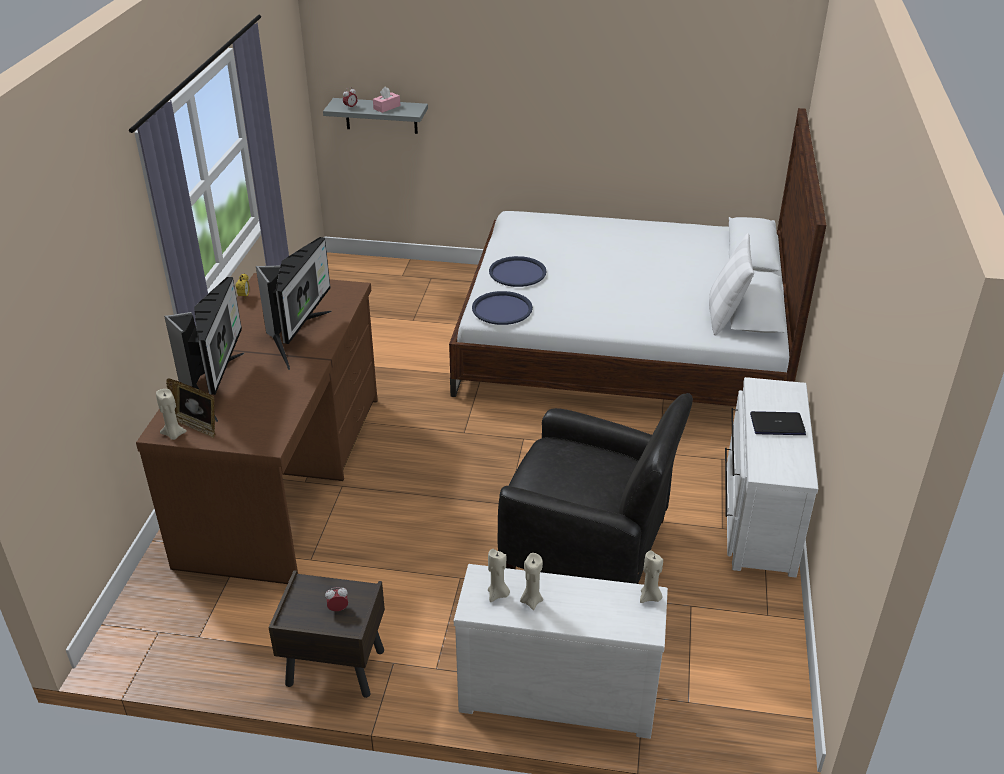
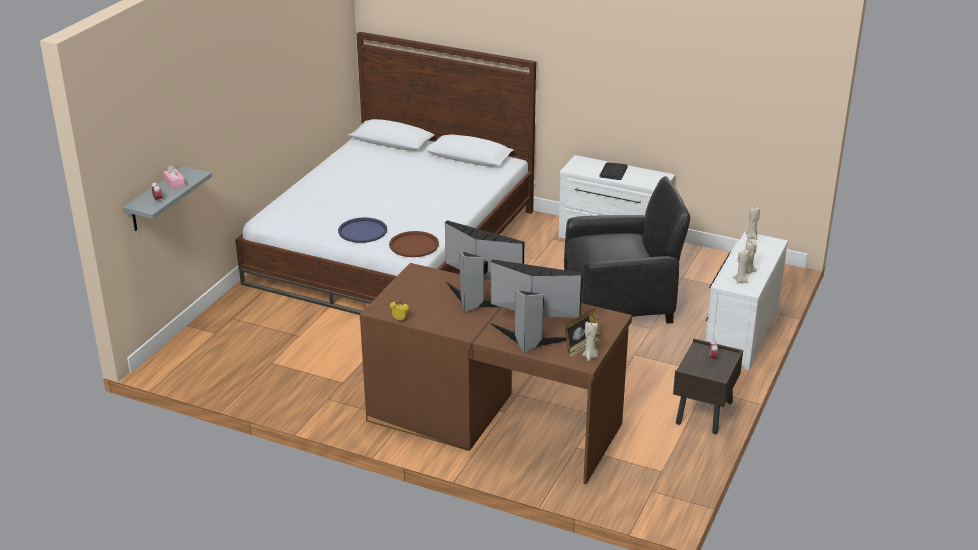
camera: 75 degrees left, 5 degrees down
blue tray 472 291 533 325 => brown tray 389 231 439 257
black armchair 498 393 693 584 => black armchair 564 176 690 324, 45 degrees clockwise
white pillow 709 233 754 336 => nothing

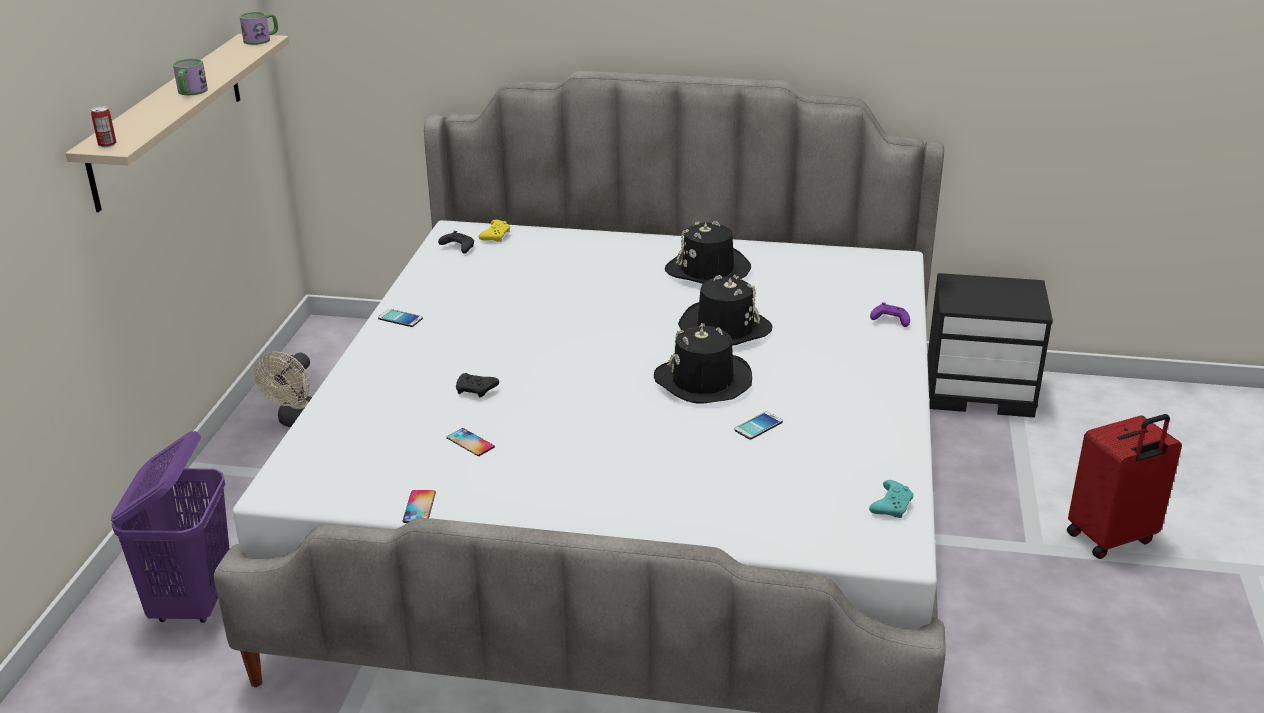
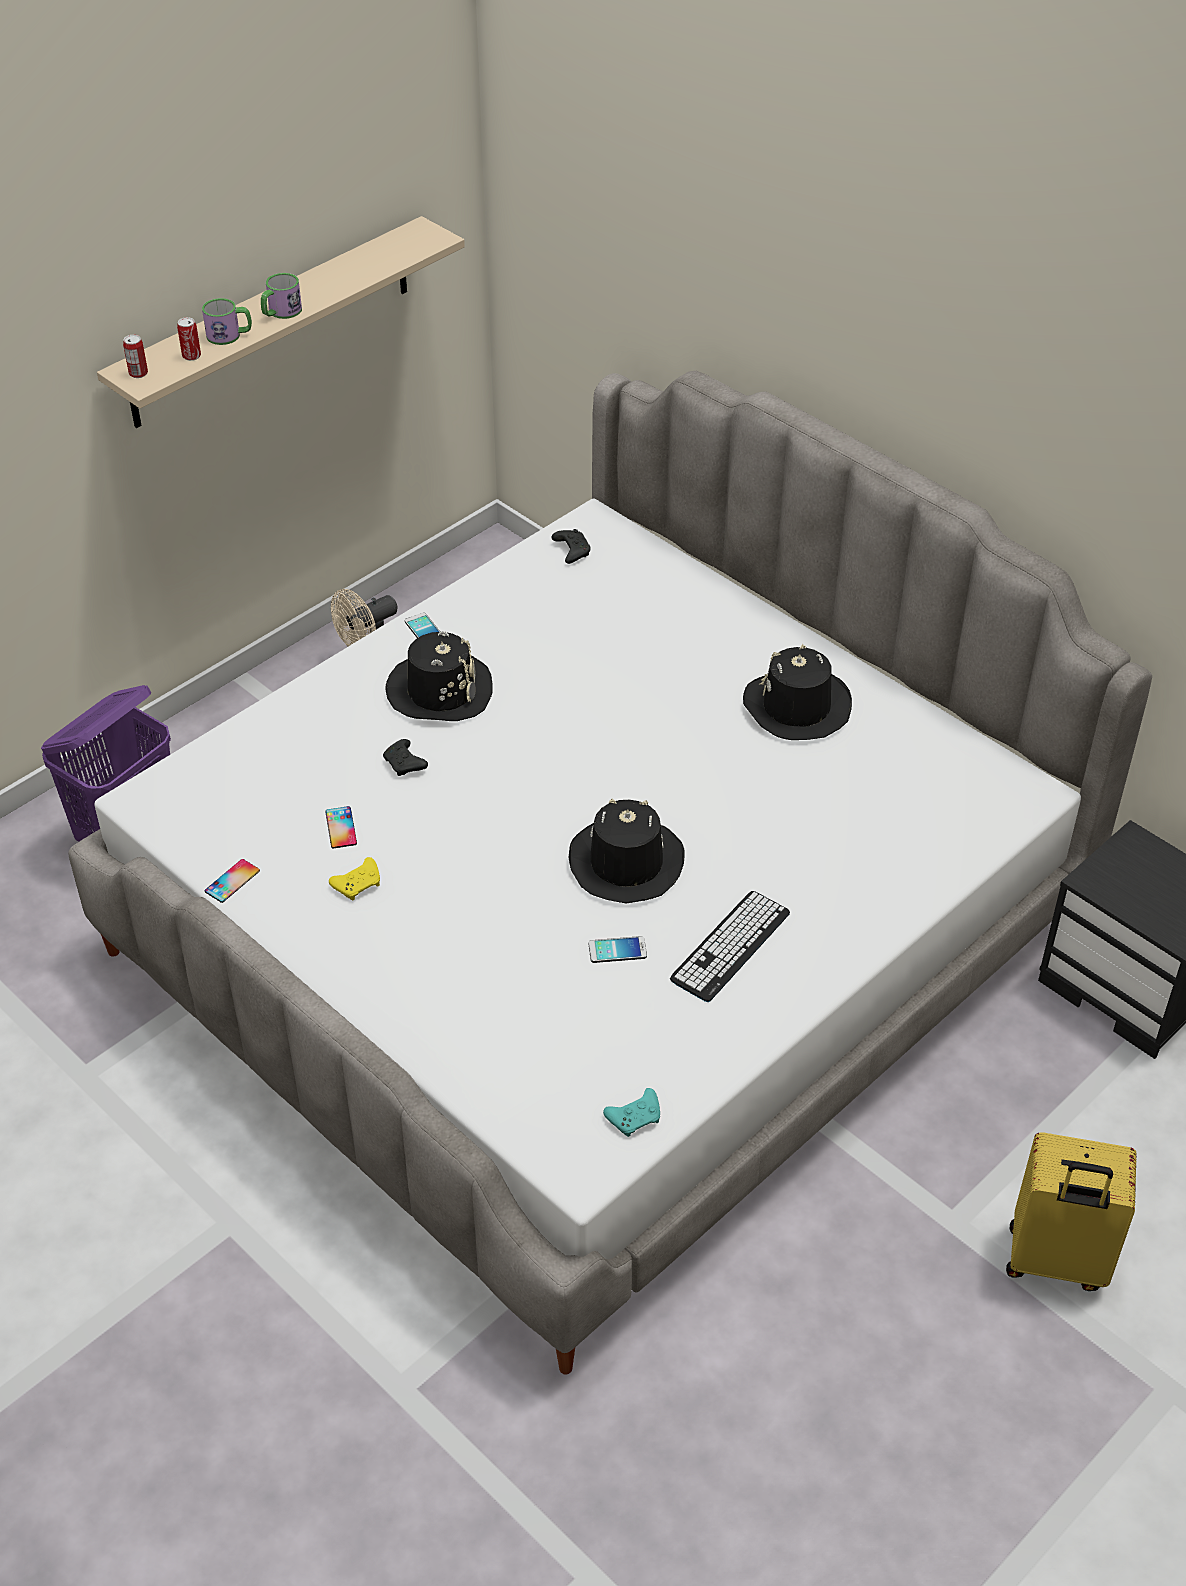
camera: 35 degrees right, 15 degrees up
nothing => can 177 317 201 361
mug 240 12 278 45 => mug 202 298 252 345, moved
yellow game controller 479 219 510 242 => yellow game controller 329 857 380 900, moved
black hat 678 275 773 346 => black hat 386 631 493 721, moved
nothing => keyboard 670 891 790 1002
red suitcase 1067 414 1182 559 => yellow suitcase 1006 1132 1137 1291
purple game controller 870 302 910 327 => nothing

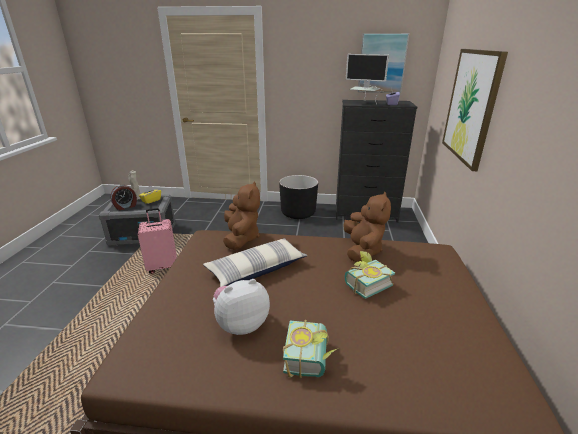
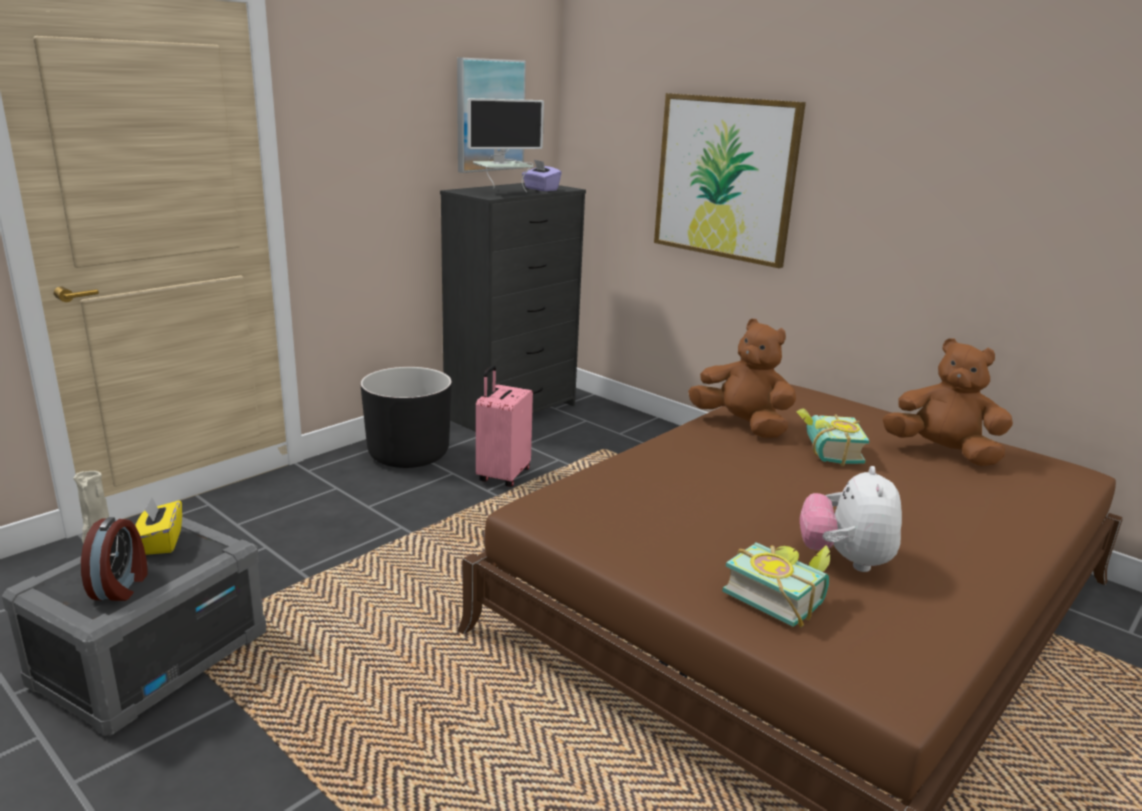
camera: 55 degrees left, 5 degrees down
pink suitcase 138 208 177 274 => pink suitcase 476 365 533 487, moved
book 283 320 340 378 => book 722 542 830 627, moved
brown plush toy 223 181 260 250 => brown plush toy 883 338 1013 466, moved
pillow 203 238 308 287 => nothing

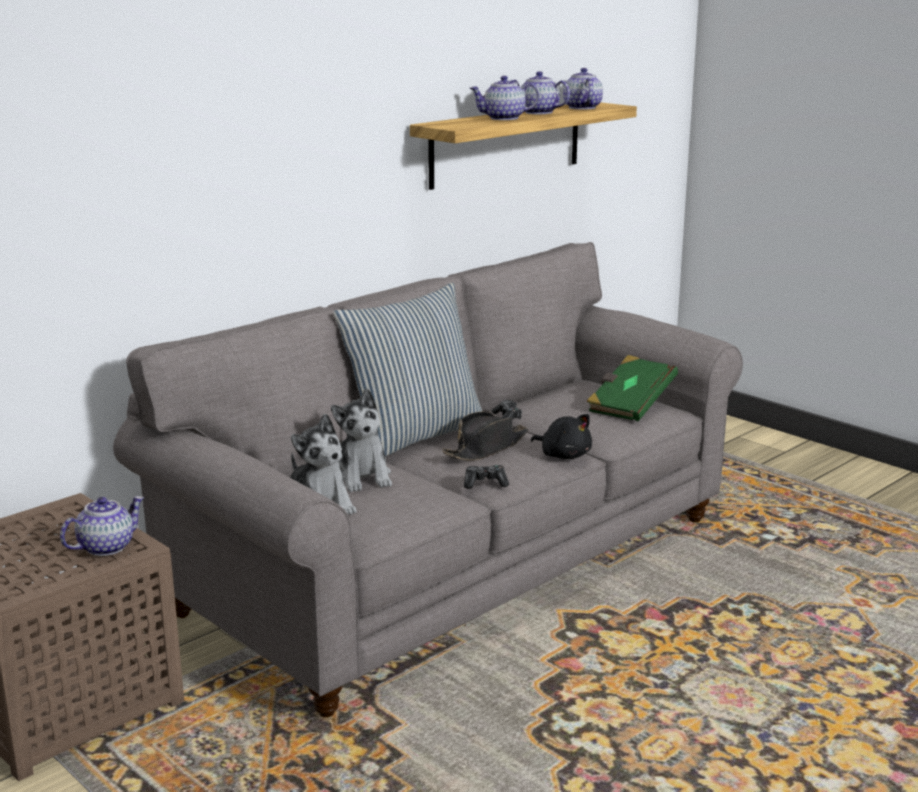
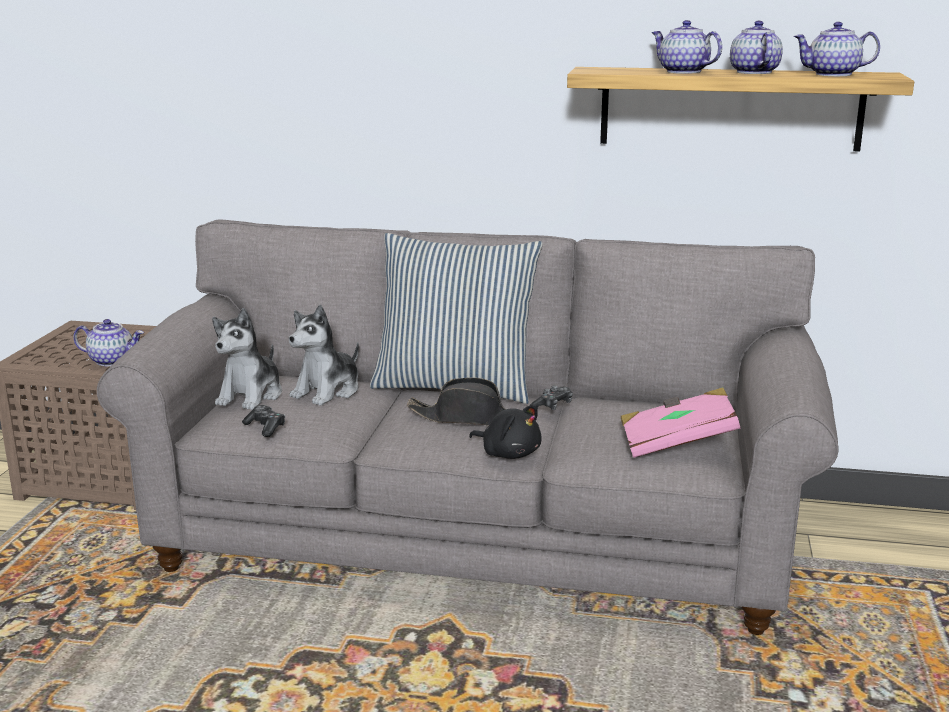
camera: 55 degrees right, 0 degrees up
game controller 464 465 509 489 => game controller 242 405 285 437, moved
black plush toy 531 414 592 459 => black plush toy 469 405 542 459, 60 degrees counterclockwise
green book 587 355 678 421 => pink book 621 387 740 458
teapot 563 68 603 110 => teapot 794 22 880 76, 135 degrees counterclockwise

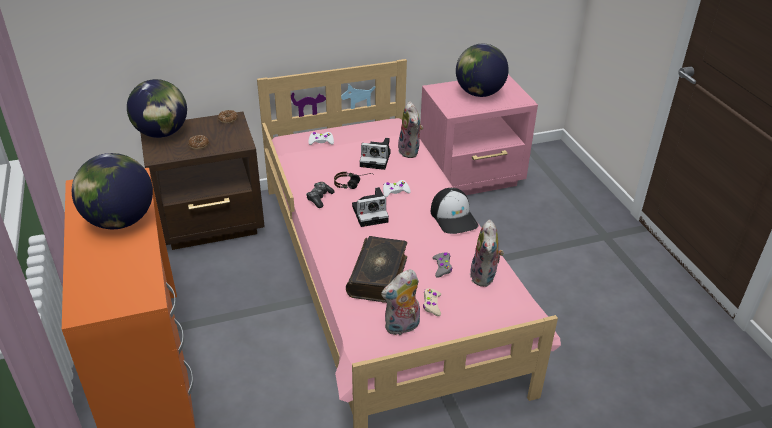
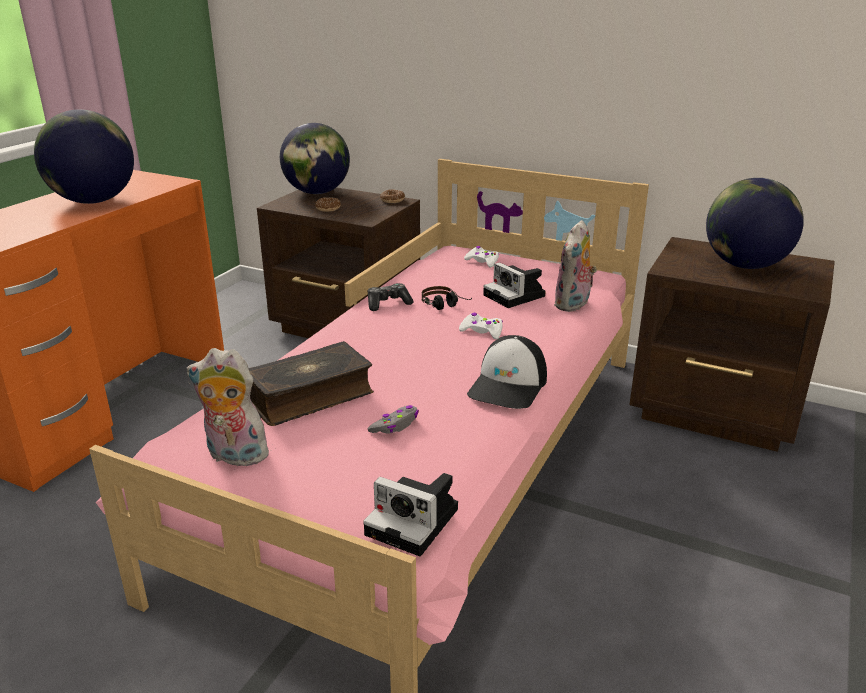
camera: 45 degrees right, 10 degrees down
photo camera 352 187 389 227 => photo camera 363 473 458 556, moved
pink nightstand 420 75 538 195 => brown nightstand 629 237 835 452
beige game controller 423 288 441 316 => nothing
plush toy 470 220 504 287 => nothing

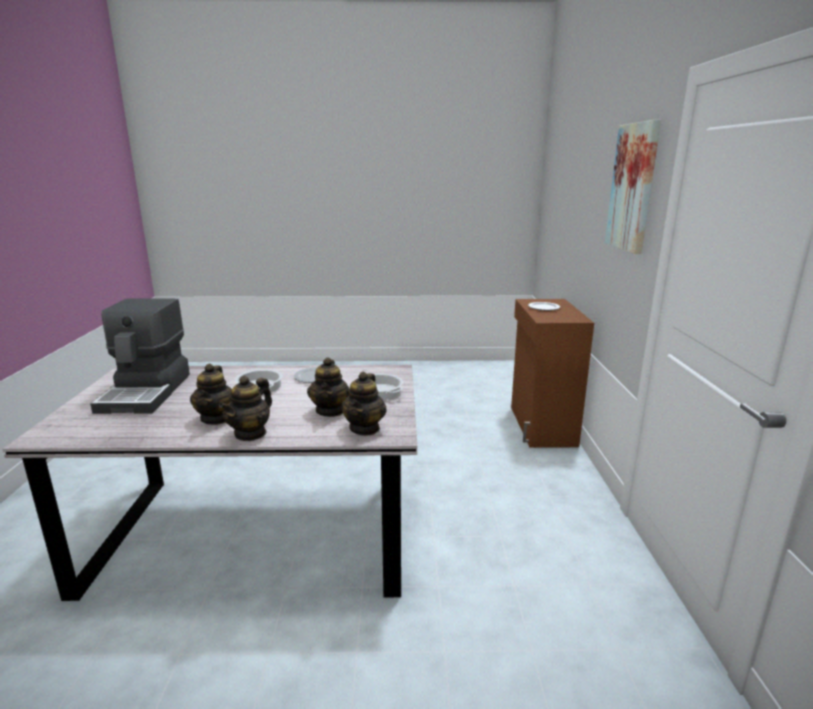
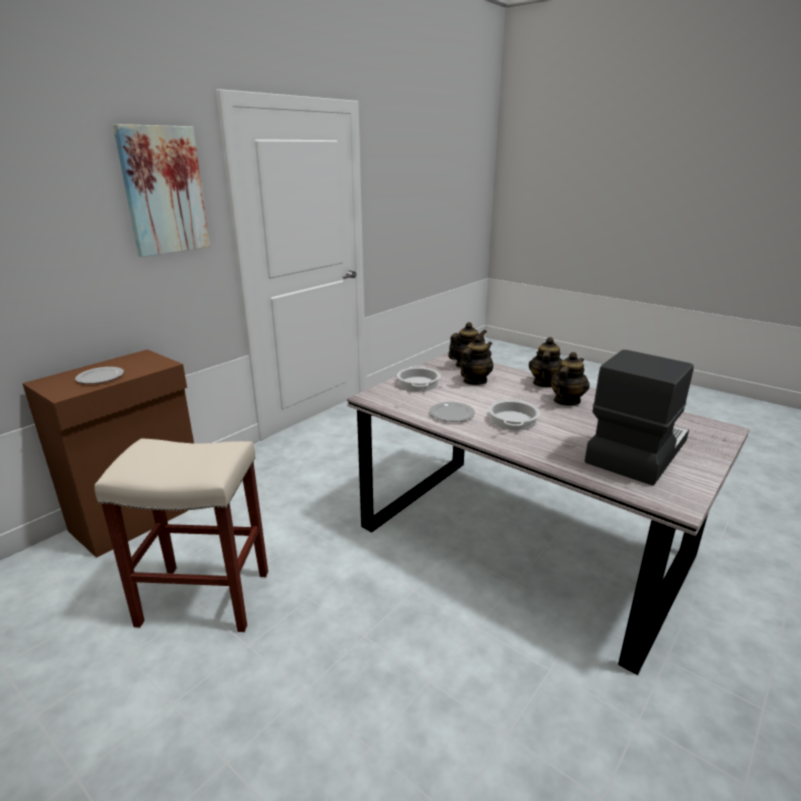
camera: 140 degrees left, 5 degrees up
nothing => beige stool 94 438 268 632
teapot 219 376 272 441 => teapot 529 337 563 387, 45 degrees counterclockwise

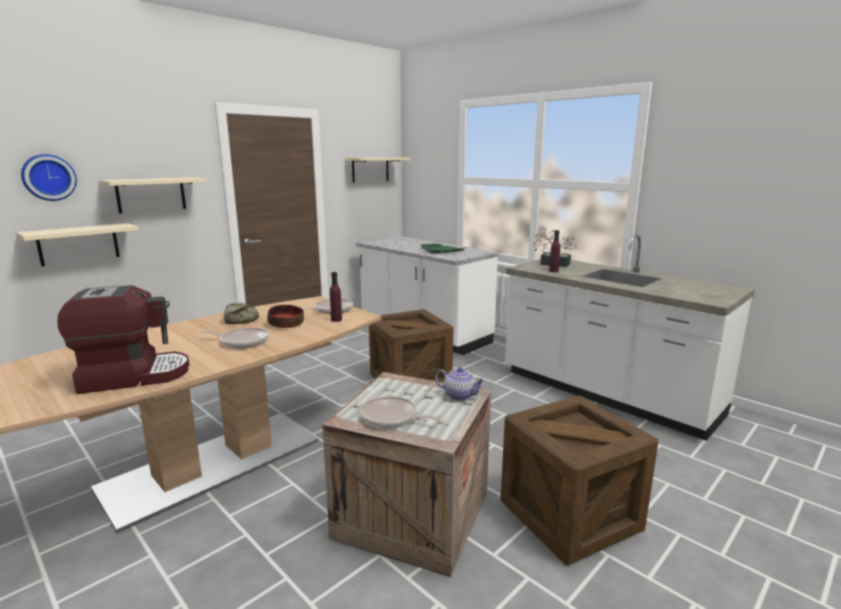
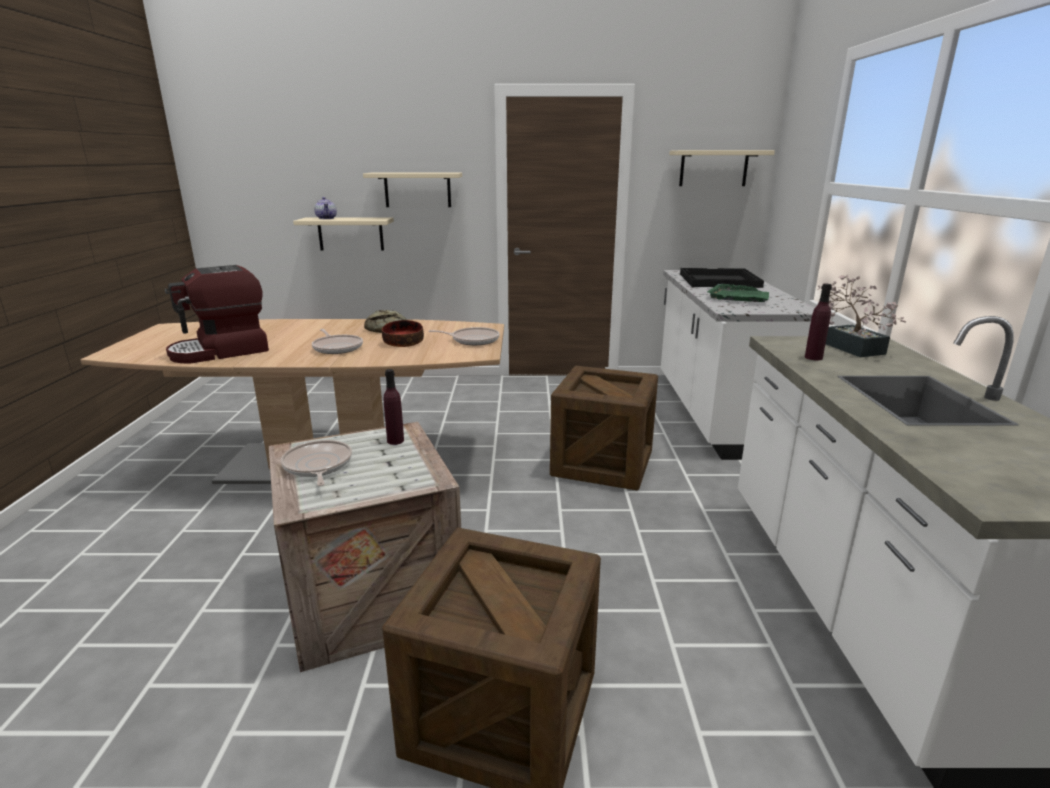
camera: 45 degrees right, 5 degrees up
coffee machine 57 285 190 394 => coffee machine 165 265 269 364, 120 degrees clockwise
teapot 435 367 486 401 => teapot 314 197 337 219, moved
purple bottle 330 272 342 322 => purple bottle 384 369 404 445, moved
nothing => black tray 680 268 764 288
wall clock 21 154 77 201 => nothing

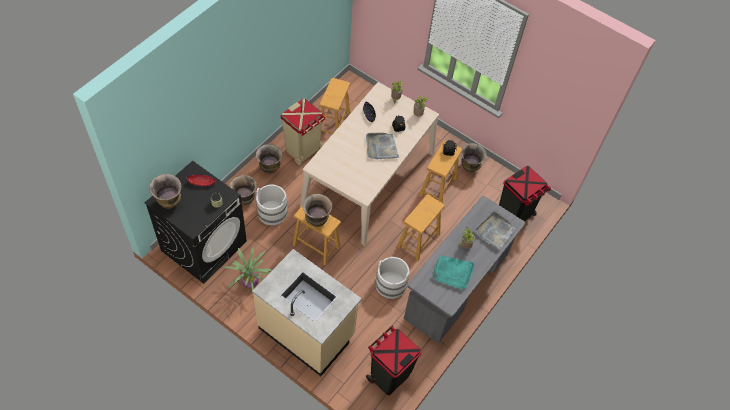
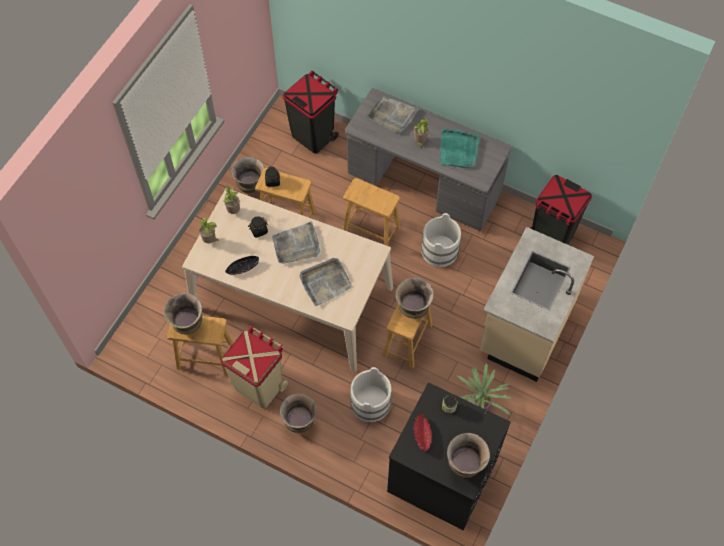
camera: 95 degrees left, 5 degrees up
vase 229 175 257 205 => vase 164 293 202 334, moved
nothing => grey tray 299 258 352 306

